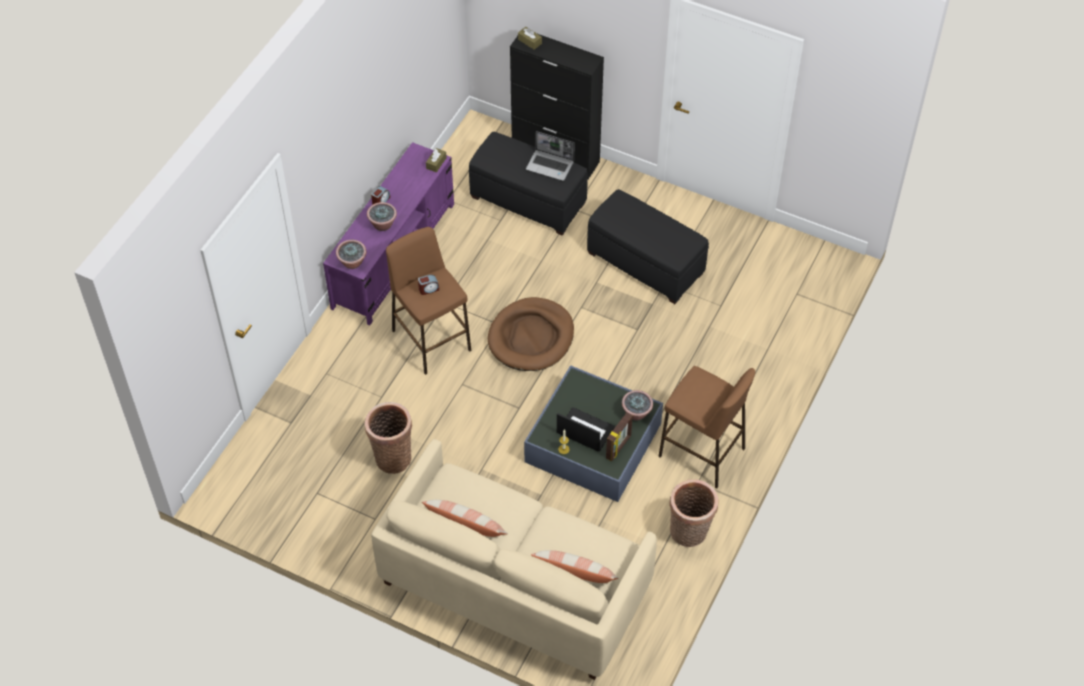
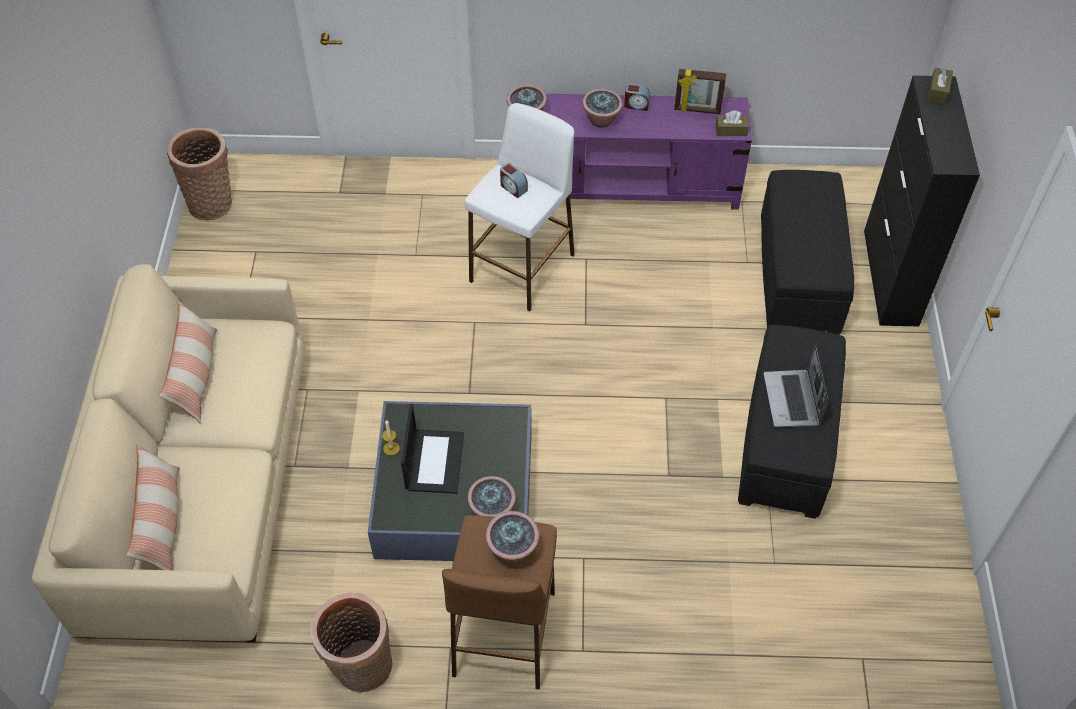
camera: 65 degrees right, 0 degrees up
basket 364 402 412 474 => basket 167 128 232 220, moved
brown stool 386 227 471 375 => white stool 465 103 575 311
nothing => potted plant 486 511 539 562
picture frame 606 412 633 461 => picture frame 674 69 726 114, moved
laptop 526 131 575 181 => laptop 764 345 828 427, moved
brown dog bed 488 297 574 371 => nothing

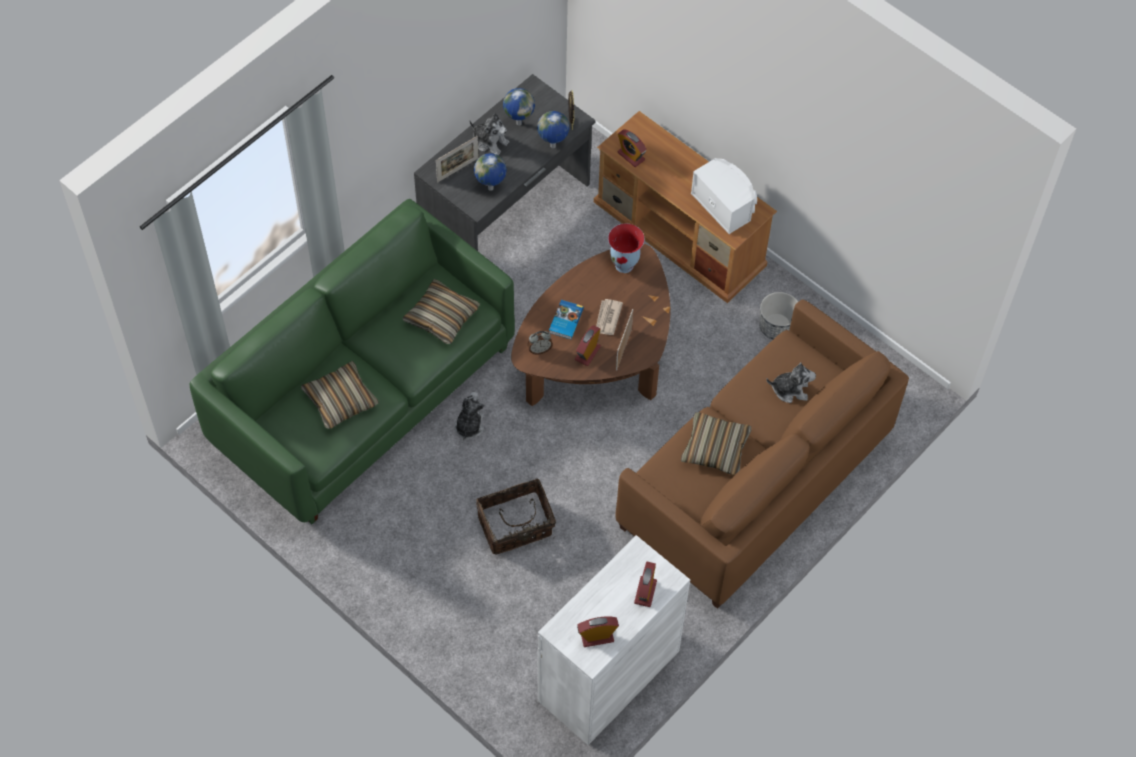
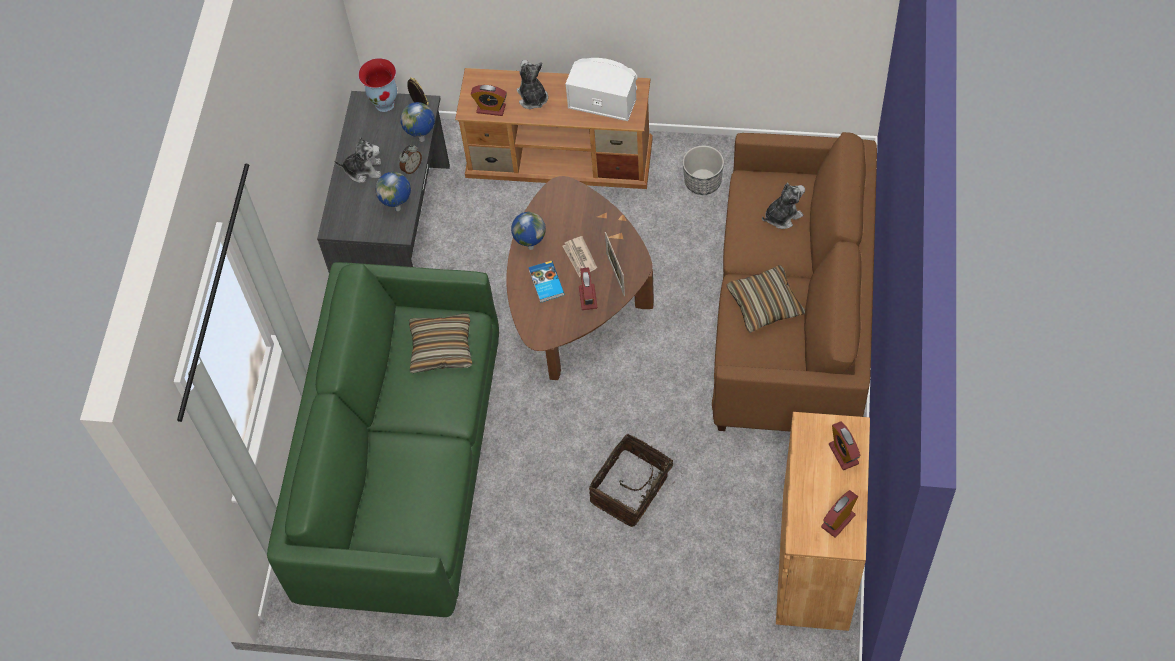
camera: 30 degrees left, 0 degrees up
vase 608 224 645 273 => vase 358 58 397 112, moved
alarm clock 528 331 553 355 => alarm clock 399 145 422 175, moved
globe 503 88 535 125 => globe 511 212 546 250, moved
plush toy 454 392 485 440 => plush toy 517 60 548 109, moved
white cabinet 538 535 690 745 => brown cabinet 776 412 870 631
pillow 301 361 379 429 => nothing
picture frame 436 136 479 182 => nothing

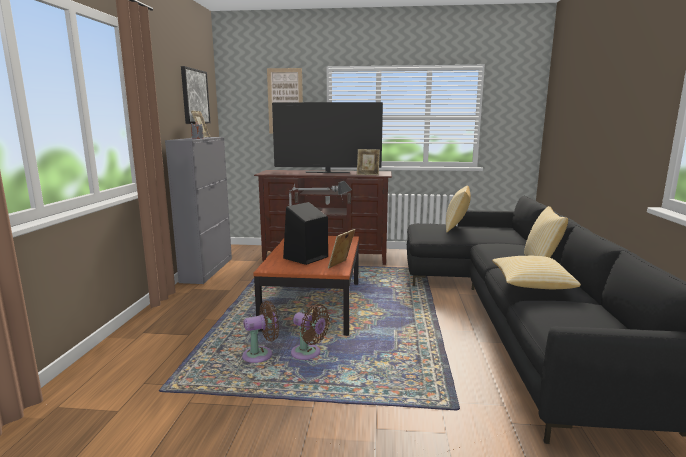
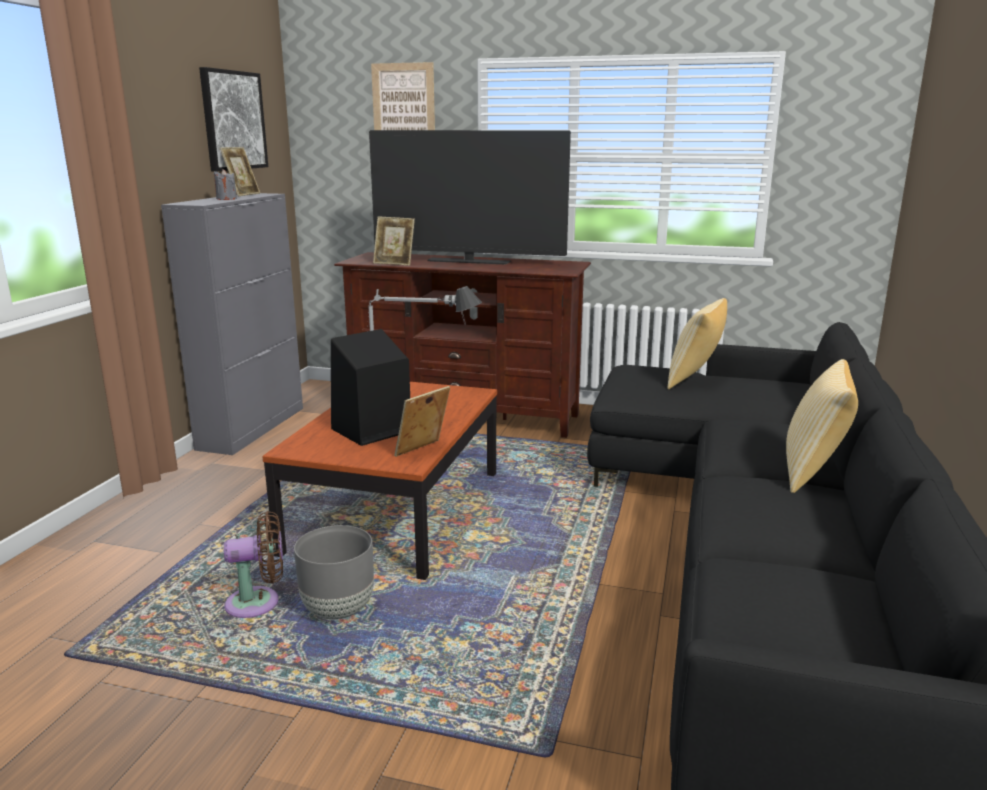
camera: 10 degrees right, 5 degrees up
brown fan 291 304 330 360 => grey planter 294 525 374 620
picture frame 357 149 380 175 => picture frame 373 217 415 266, moved
pillow 492 256 581 289 => nothing

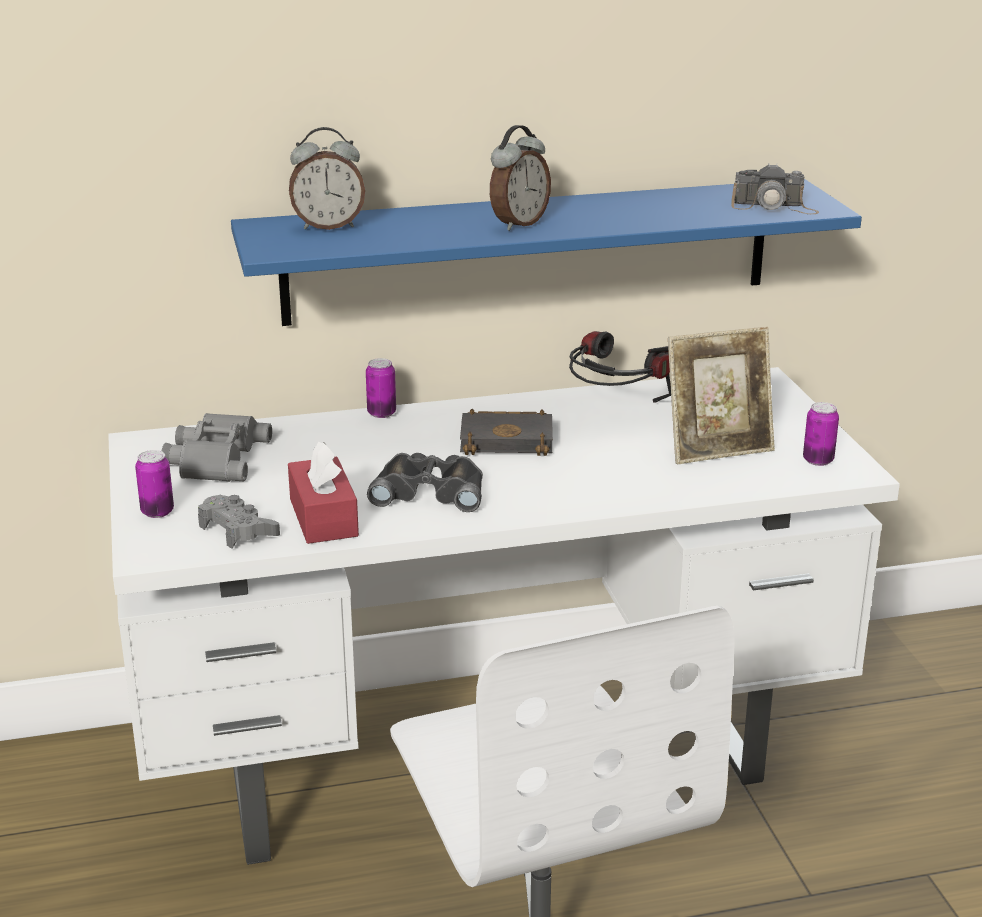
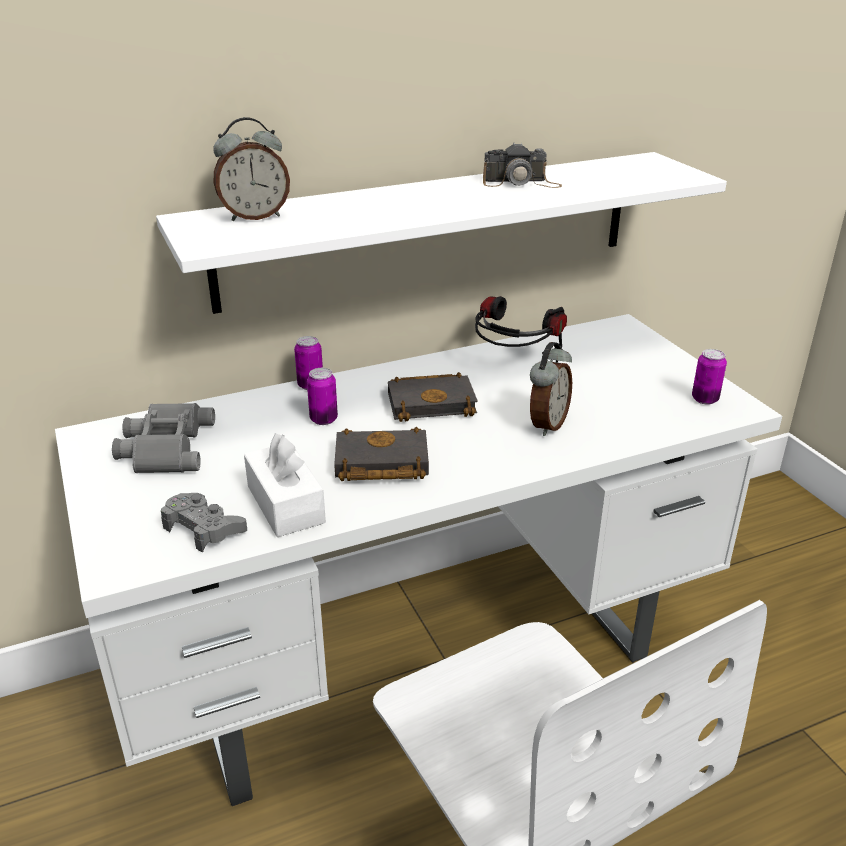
camera: 10 degrees left, 5 degrees up
blue shelf 231 179 862 326 => white shelf 156 152 727 314
red tissue box 288 442 359 544 => white tissue box 244 433 326 537
can 135 450 174 518 => can 307 368 338 425, moved
black binoculars 367 453 483 512 => black book 334 427 429 481
photo camera 731 163 819 214 => photo camera 483 142 562 188, moved
alarm clock 490 125 551 231 => alarm clock 530 342 572 436, moved
picture frame 668 327 775 464 => nothing

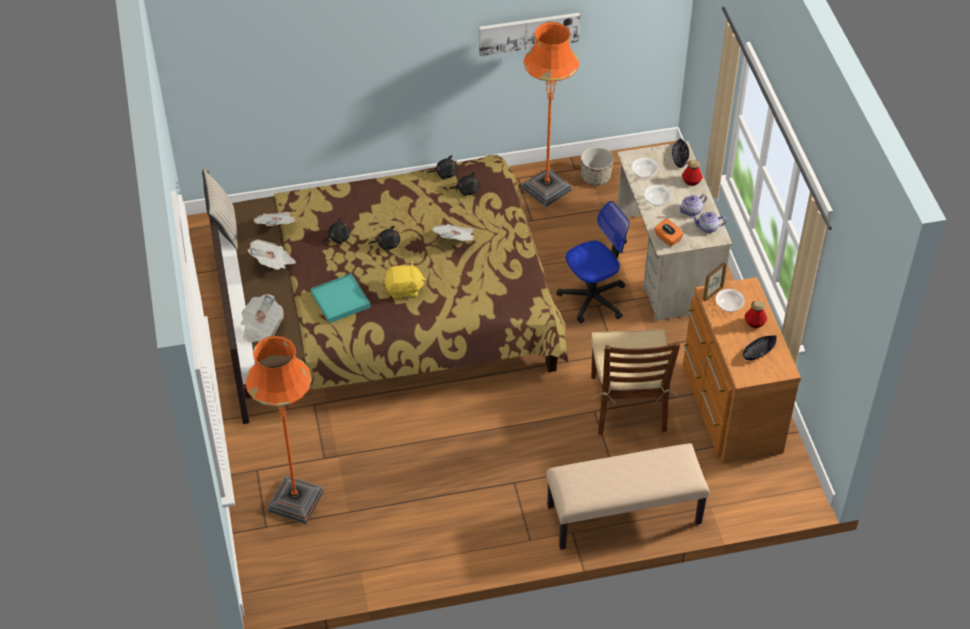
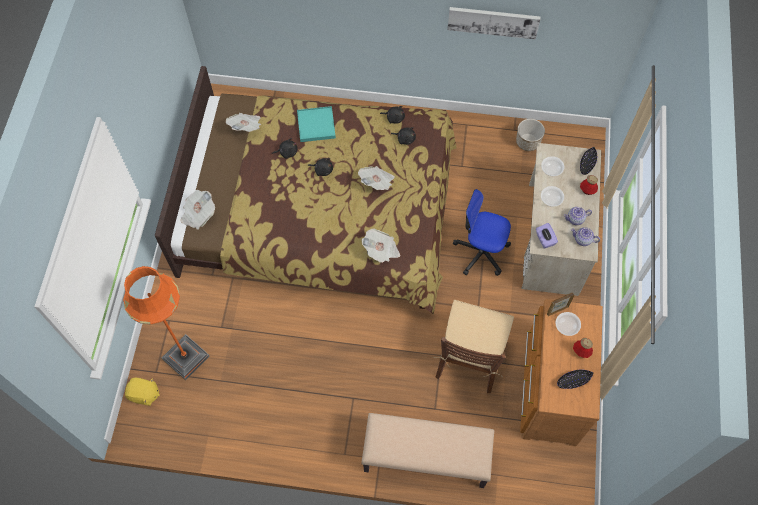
camera: 20 degrees right, 15 degrees up
yellow plush toy 384 262 426 300 => yellow plush toy 125 378 160 406, moved
turquoise tray 311 274 370 323 => turquoise tray 297 106 336 142, moved
newspaper 248 240 296 270 => newspaper 361 228 400 263, moved
office chair 556 201 630 323 => office chair 453 189 511 276, 150 degrees counterclockwise
orange tissue box 654 218 684 247 => purple tissue box 536 223 558 249
beige pillow 203 168 238 249 => nothing
orange floor lamp 521 22 579 207 => nothing

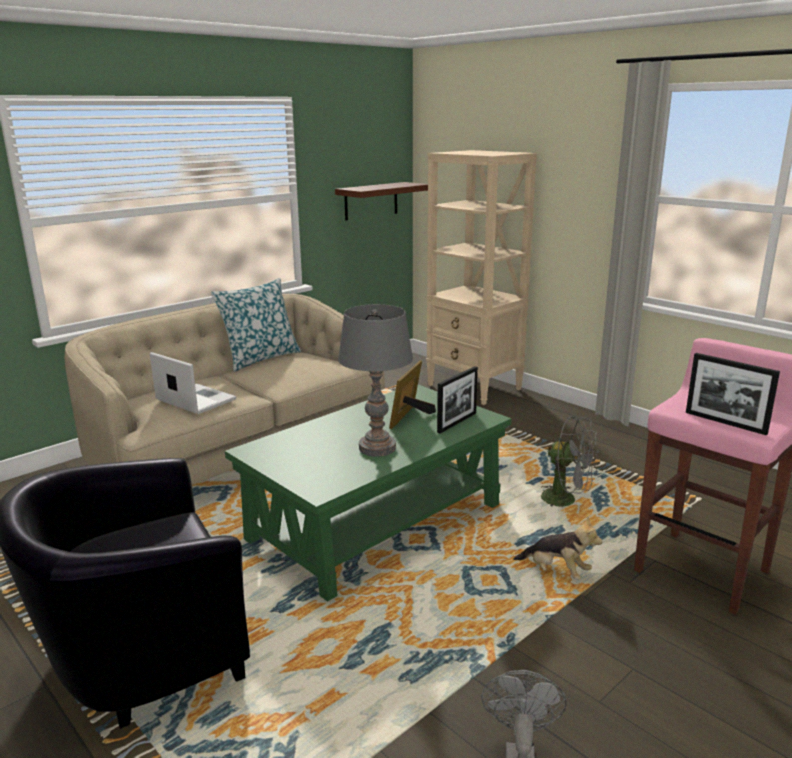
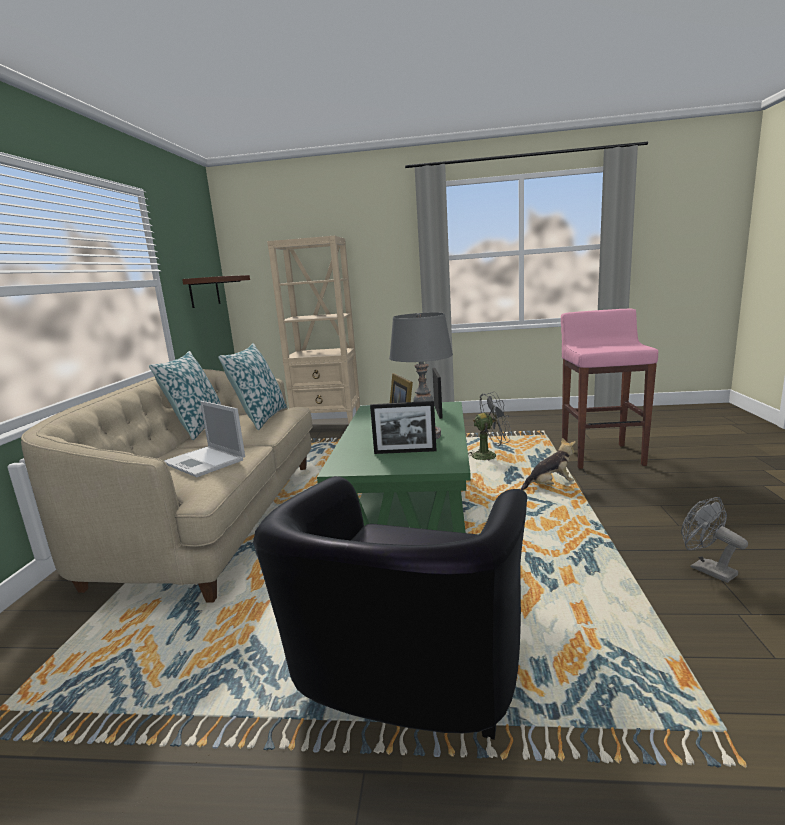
camera: 40 degrees left, 5 degrees down
laptop 150 352 236 414 => laptop 164 401 245 477, 135 degrees counterclockwise
nothing => pillow 218 343 287 430
picture frame 686 353 780 435 => picture frame 370 401 437 454, moved

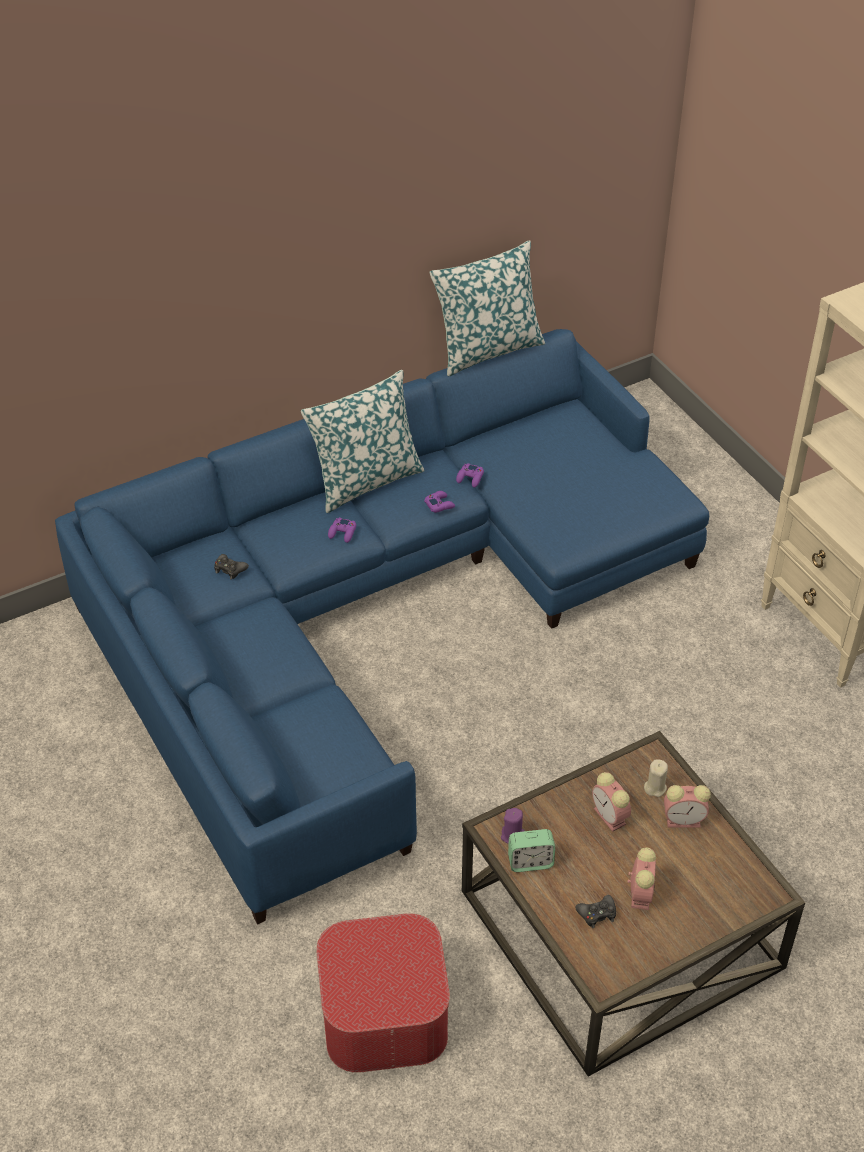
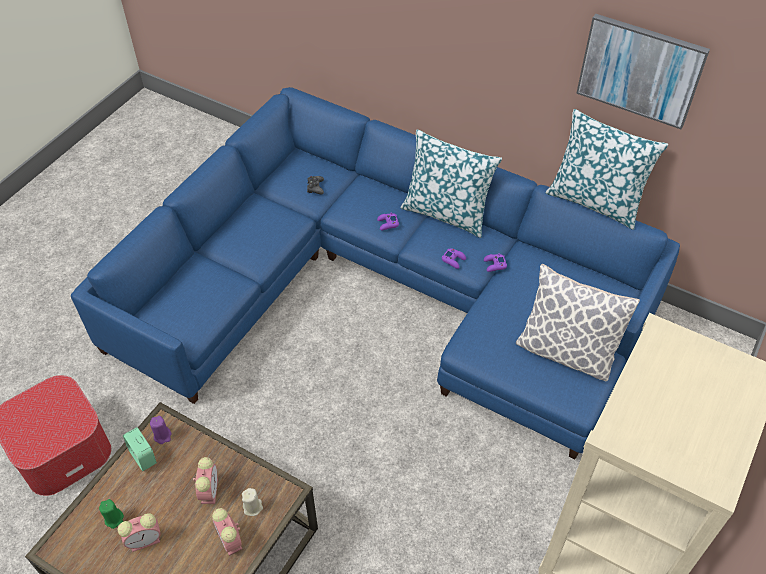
camera: 60 degrees right, 5 degrees up
black game controller 575 895 616 928 => green candle 99 499 124 529
alarm clock 592 772 631 832 => alarm clock 193 457 218 504, 150 degrees clockwise
nothing => pillow 516 264 640 381
nothing => picture 576 14 710 129

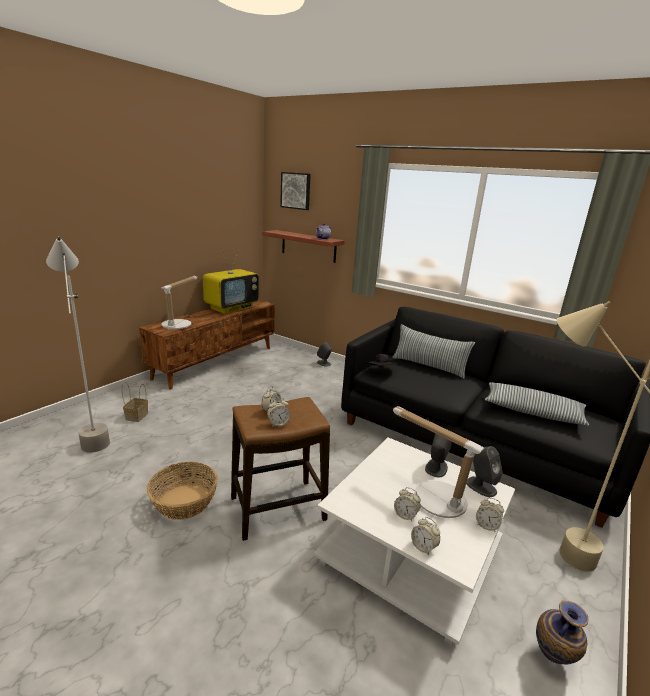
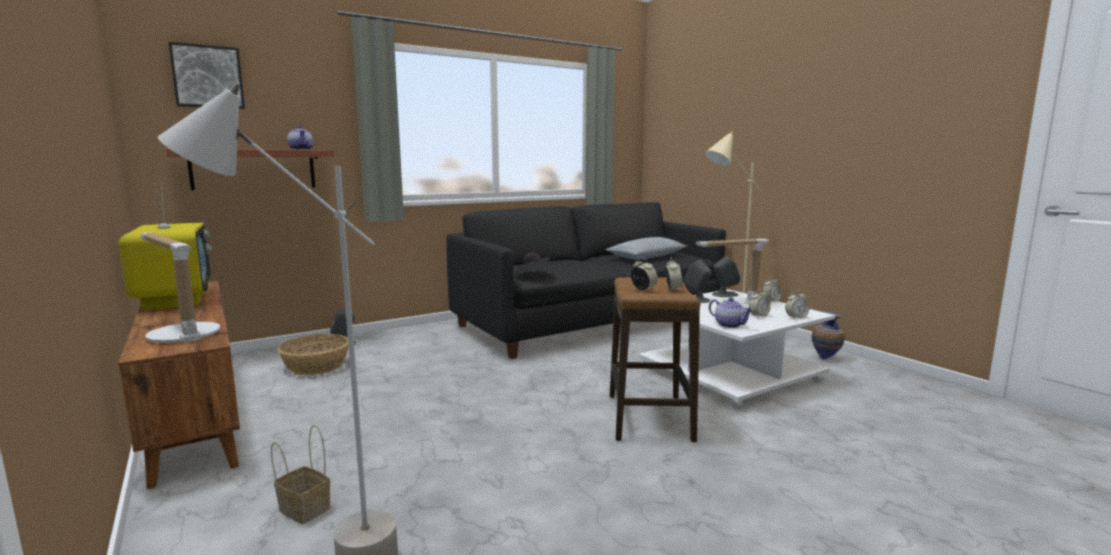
camera: 65 degrees left, 10 degrees down
basket 147 462 218 520 => basket 278 334 349 375, moved
nothing => teapot 709 297 753 328
pillow 392 324 475 379 => nothing

